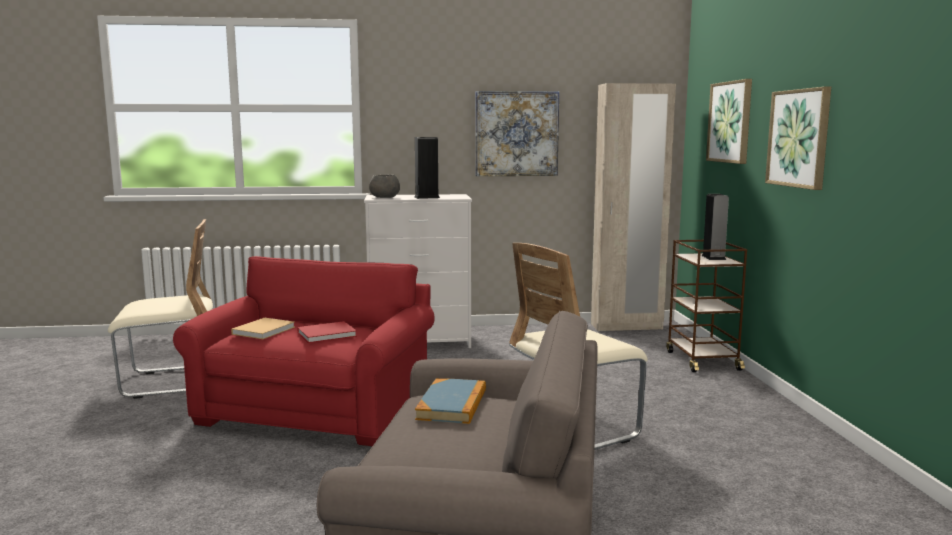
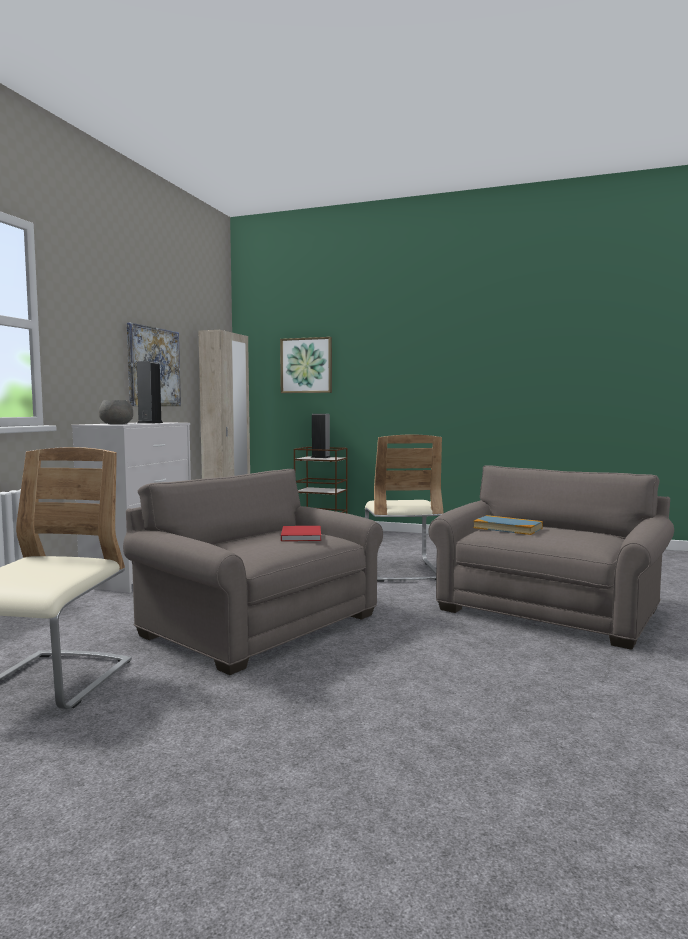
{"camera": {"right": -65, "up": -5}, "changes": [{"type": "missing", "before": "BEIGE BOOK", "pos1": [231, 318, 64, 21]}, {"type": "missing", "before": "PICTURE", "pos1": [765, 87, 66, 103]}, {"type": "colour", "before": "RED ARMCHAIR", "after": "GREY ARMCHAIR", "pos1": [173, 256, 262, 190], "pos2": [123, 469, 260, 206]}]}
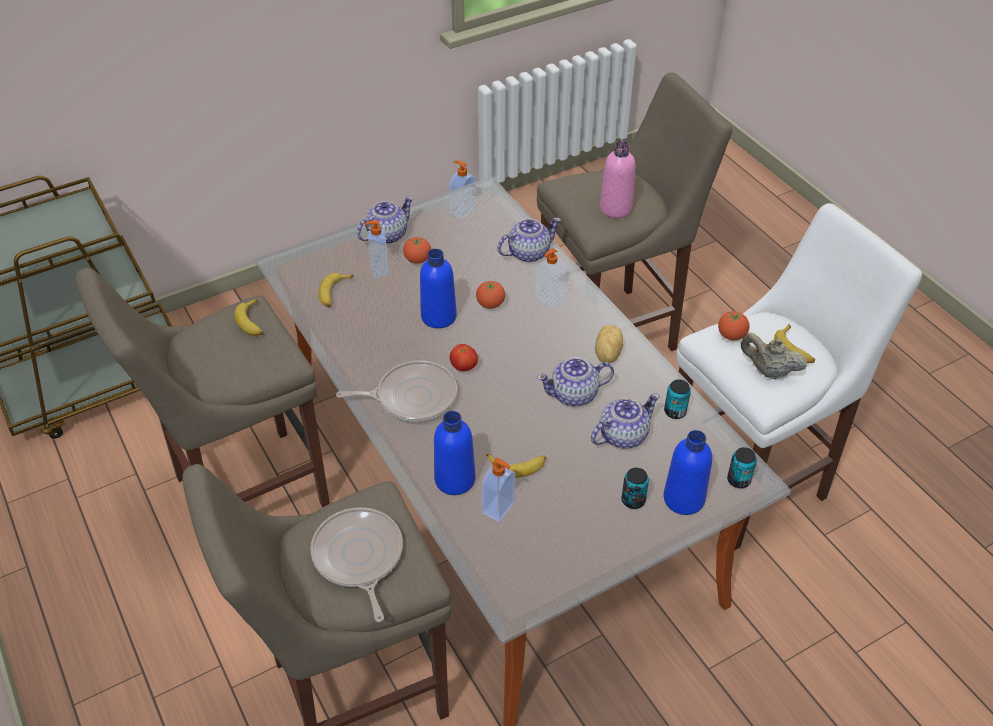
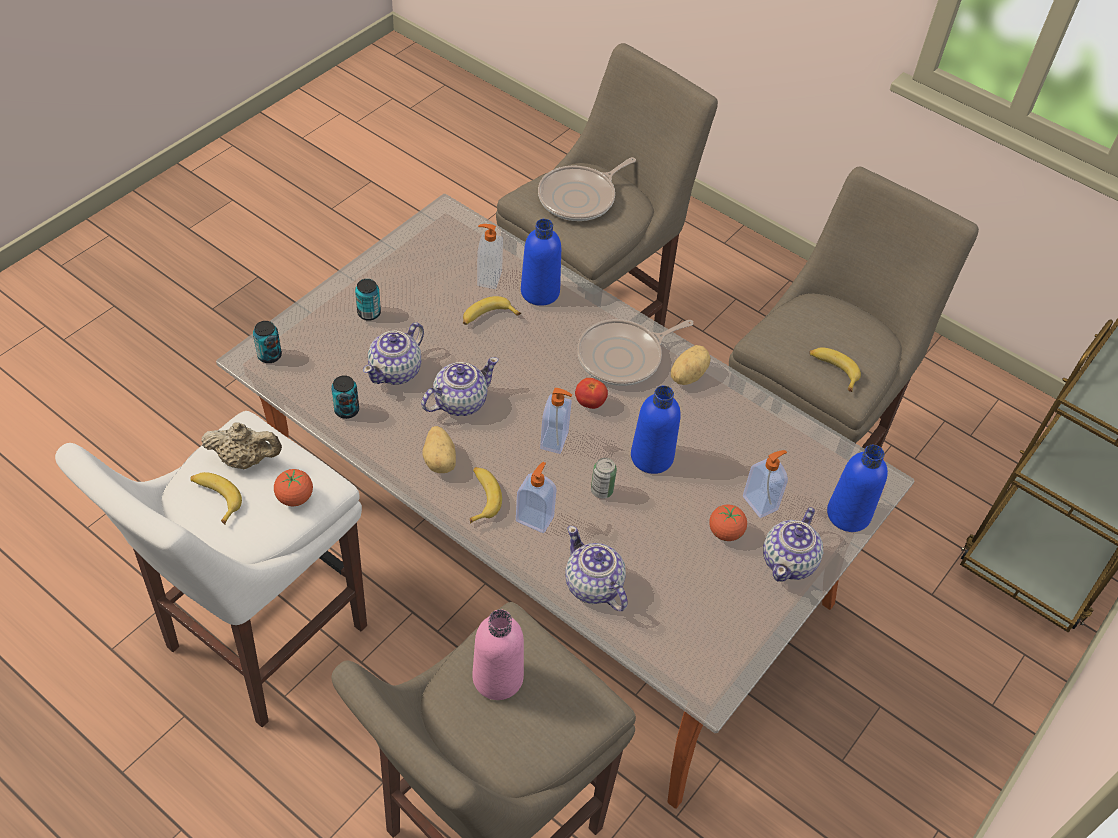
{"camera": {"right": 155, "up": 5}, "changes": [{"type": "appeared", "after": "POTATO", "pos2": [671, 345, 40, 40]}, {"type": "relocated", "before": "BANANA", "pos1": [318, 273, 35, 34], "pos2": [470, 467, 32, 57]}, {"type": "relocated", "before": "SOAP DISPENSER", "pos1": [449, 160, 27, 59], "pos2": [540, 388, 32, 66]}, {"type": "relocated", "before": "BLUE BOTTLE", "pos1": [663, 430, 49, 85], "pos2": [827, 445, 61, 87]}, {"type": "exchanged", "before": "TOMATO", "after": "CAN", "pos1": [476, 281, 29, 28], "pos2": [591, 458, 26, 41]}, {"type": "spun", "before": "FRYING PAN", "pos1": [310, 507, 93, 115], "pos2": [538, 157, 98, 64], "turn": 90}, {"type": "spun", "before": "TEAPOT", "pos1": [498, 217, 63, 45], "pos2": [565, 526, 63, 85], "turn": 105}]}
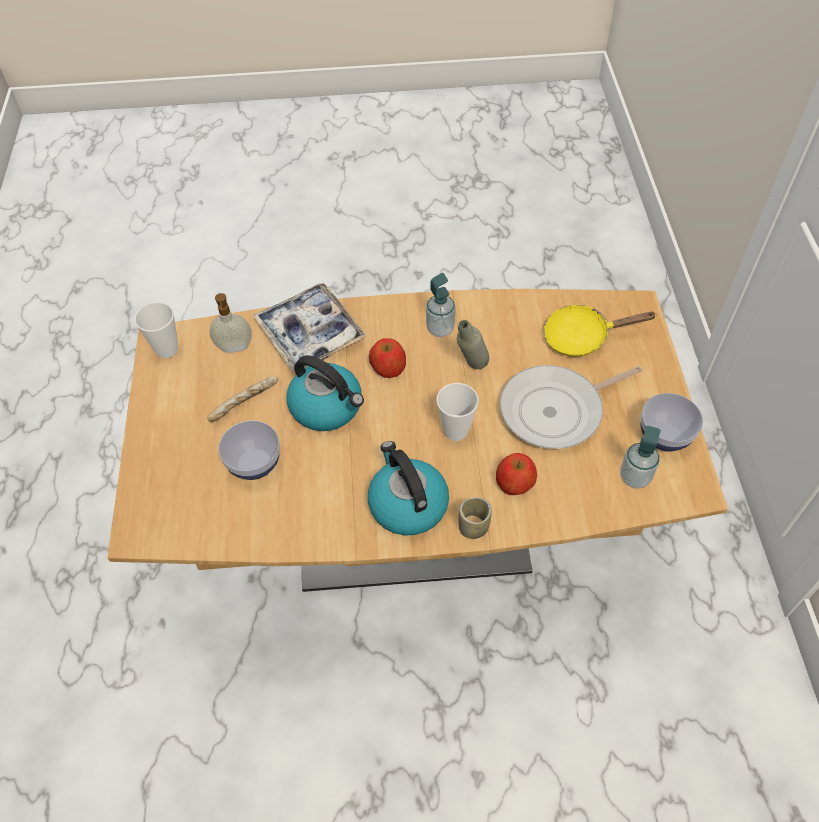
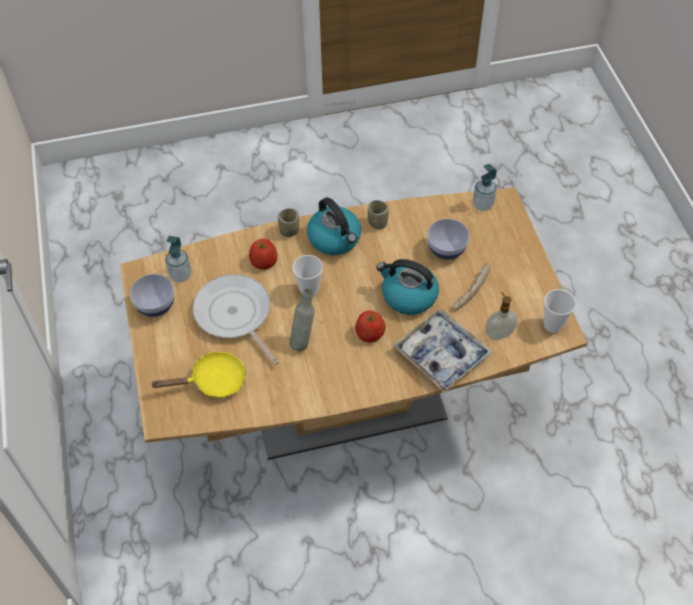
{"camera": {"right": 170, "up": 0}, "changes": [{"type": "appeared", "after": "CUP", "pos2": [368, 200, 21, 29]}, {"type": "relocated", "before": "SOAP DISPENSER", "pos1": [426, 273, 30, 64], "pos2": [473, 164, 24, 47]}, {"type": "spun", "before": "FRYING PAN", "pos1": [500, 365, 142, 84], "pos2": [193, 274, 86, 91], "turn": -90}]}
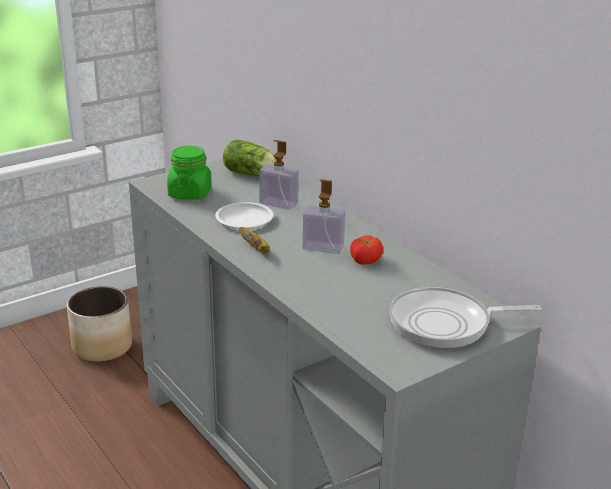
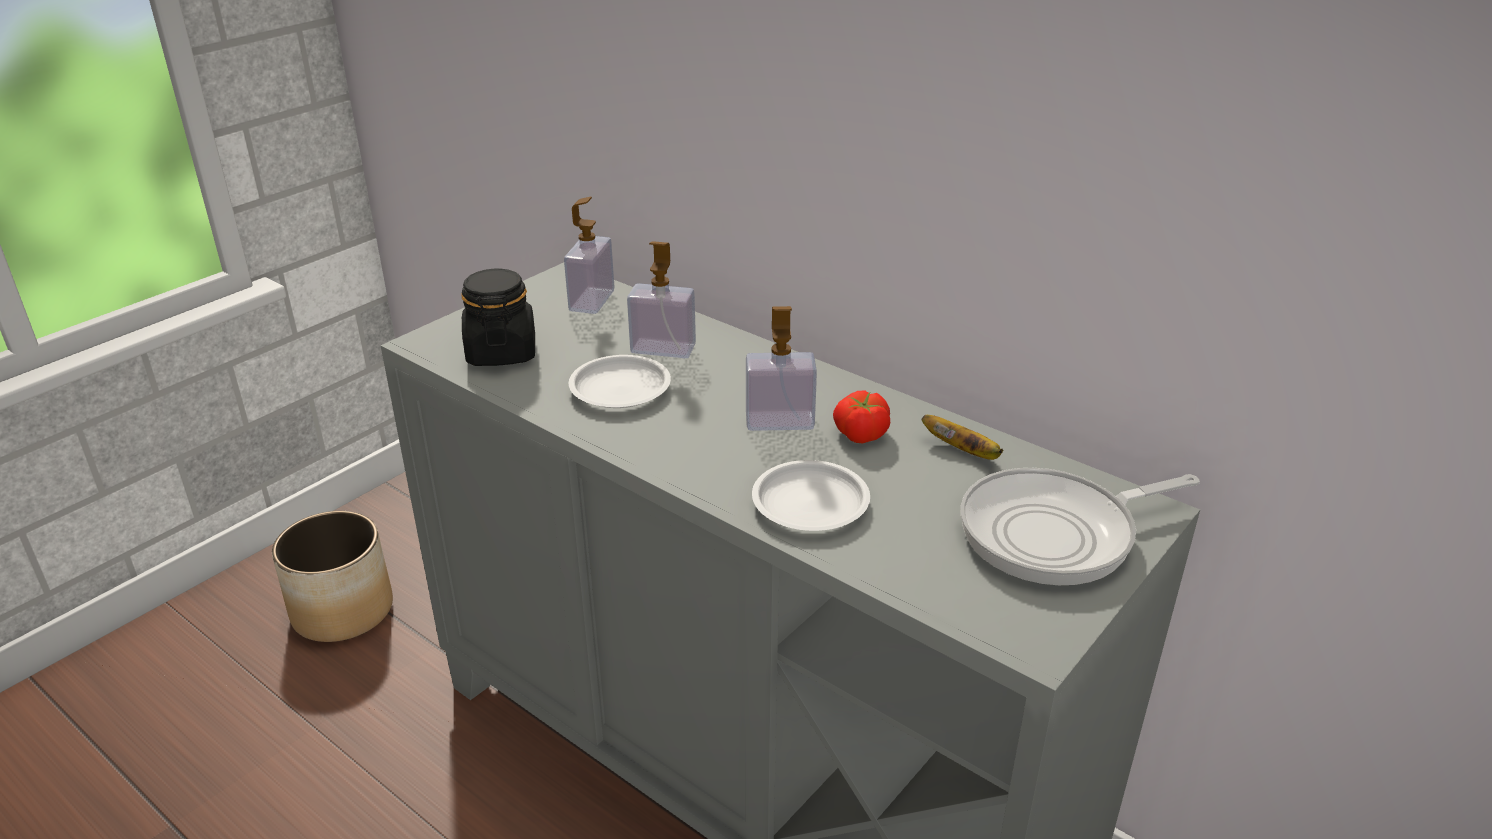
{"camera": {"right": -15, "up": 5}, "changes": [{"type": "appeared", "after": "WHITE PLATE", "pos2": [752, 460, 118, 71]}, {"type": "relocated", "before": "BANANA", "pos1": [239, 227, 31, 27], "pos2": [921, 415, 82, 45]}, {"type": "exchanged", "before": "LETTUCE", "after": "SOAP DISPENSER", "pos1": [223, 139, 53, 37], "pos2": [564, 197, 50, 117]}, {"type": "colour", "before": "GREEN JAR", "after": "BLACK JAR", "pos1": [167, 146, 45, 54], "pos2": [461, 269, 74, 97]}]}
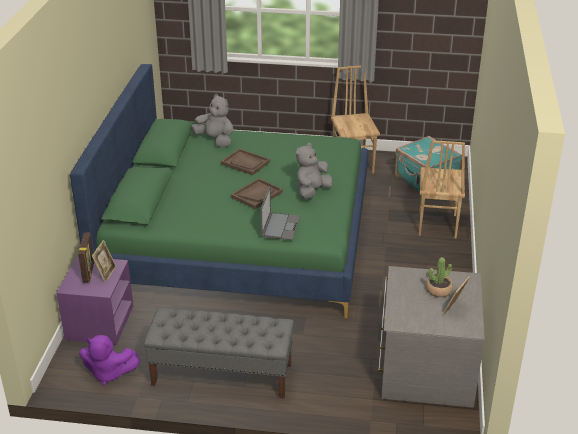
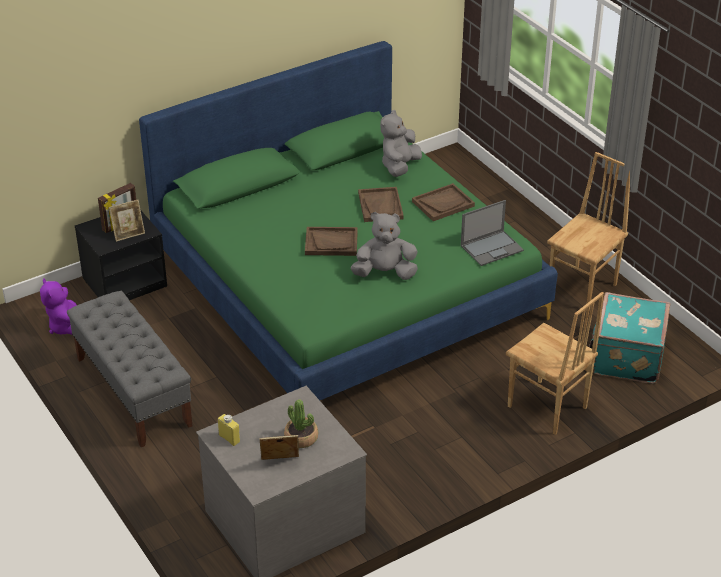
{"camera": {"right": 50, "up": 5}, "changes": [{"type": "appeared", "after": "YELLOW BOTTLE", "pos2": [218, 414, 22, 32]}, {"type": "appeared", "after": "BROWN TRAY", "pos2": [412, 183, 63, 38]}, {"type": "relocated", "before": "LAPTOP", "pos1": [260, 186, 40, 54], "pos2": [461, 200, 63, 66]}, {"type": "colour", "before": "PURPLE NIGHTSTAND", "after": "BLACK NIGHTSTAND", "pos1": [56, 256, 77, 89], "pos2": [75, 211, 92, 89]}, {"type": "spun", "before": "GREY PLUSH TOY", "pos1": [191, 94, 43, 53], "pos2": [380, 110, 42, 67], "turn": -150}, {"type": "spun", "before": "BROWN CHAIR", "pos1": [419, 140, 46, 98], "pos2": [506, 292, 98, 143], "turn": -105}]}
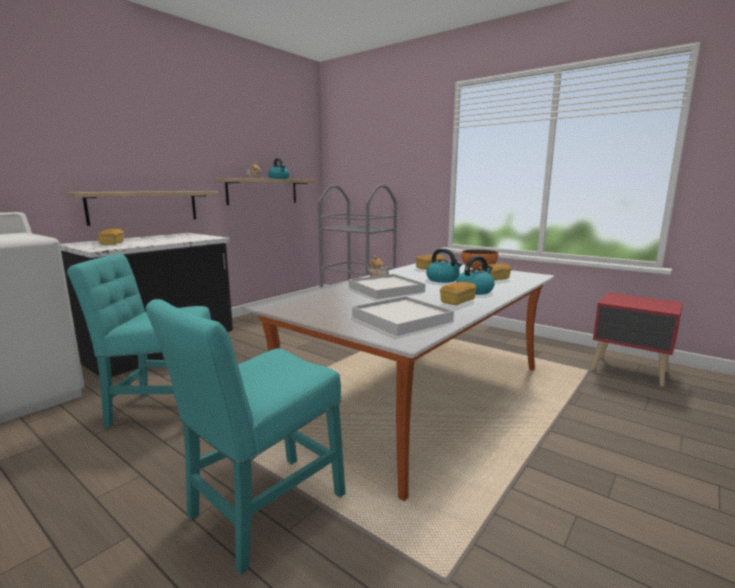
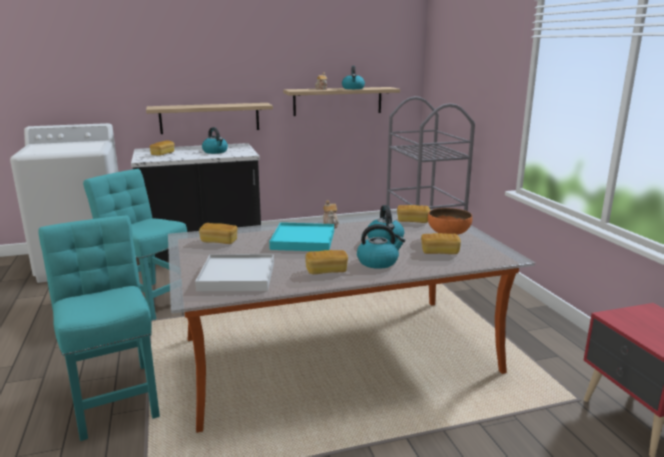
{"camera": {"right": 35, "up": 5}, "changes": [{"type": "appeared", "after": "BREAD", "pos2": [199, 223, 38, 21]}, {"type": "appeared", "after": "KETTLE", "pos2": [202, 127, 26, 27]}, {"type": "colour", "before": "WHITE TRAY", "after": "TURQUOISE TRAY", "pos1": [349, 274, 76, 25], "pos2": [269, 222, 65, 29]}, {"type": "spun", "before": "TURQUOISE CHAIR", "pos1": [146, 299, 200, 275], "pos2": [38, 216, 122, 225], "turn": 75}]}
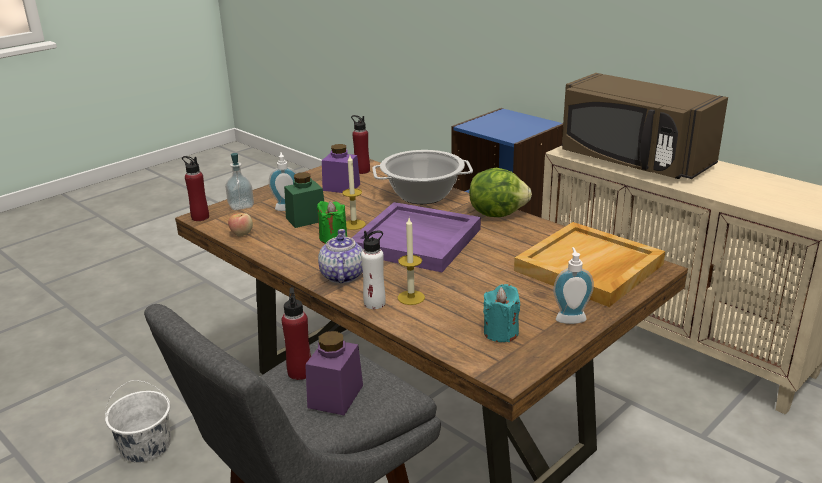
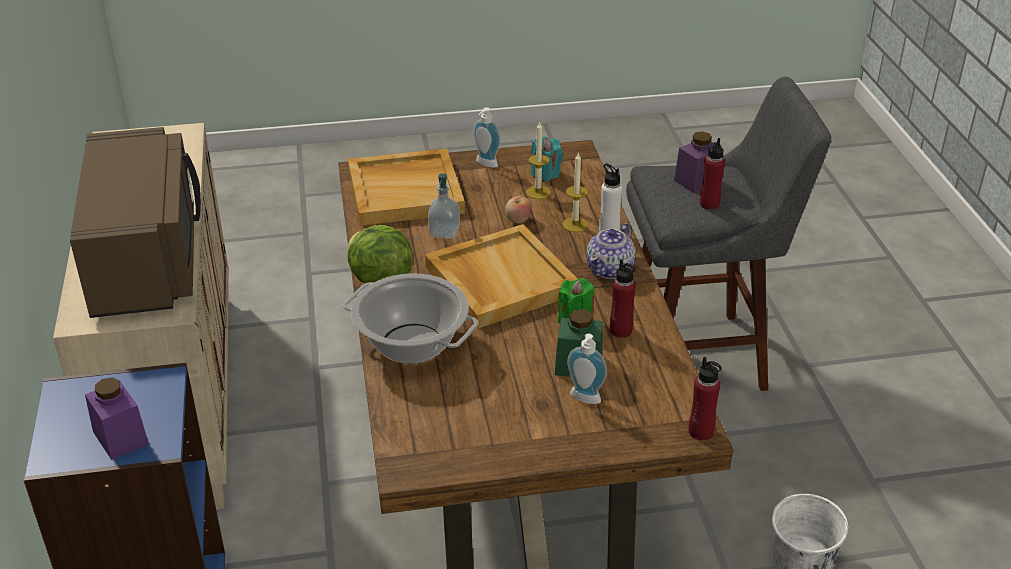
{"camera": {"right": -145, "up": 10}, "changes": [{"type": "relocated", "before": "SOAP DISPENSER", "pos1": [225, 153, 29, 57], "pos2": [428, 173, 32, 66]}, {"type": "relocated", "before": "APPLE", "pos1": [228, 213, 25, 23], "pos2": [505, 196, 27, 28]}, {"type": "relocated", "before": "PURPLE JAR", "pos1": [322, 144, 38, 49], "pos2": [85, 377, 64, 83]}, {"type": "relocated", "before": "CANDLE", "pos1": [342, 156, 24, 74], "pos2": [526, 121, 25, 78]}, {"type": "relocated", "before": "RED BOTTLE", "pos1": [351, 115, 19, 59], "pos2": [610, 259, 26, 79]}, {"type": "colour", "before": "PURPLE TRAY", "after": "BEIGE TRAY", "pos1": [352, 202, 129, 70], "pos2": [425, 224, 153, 104]}]}
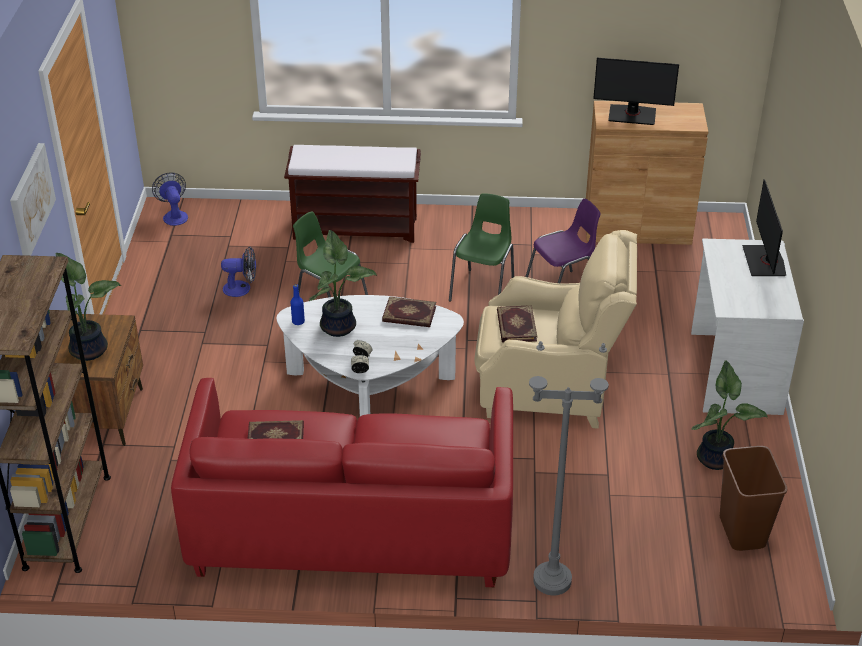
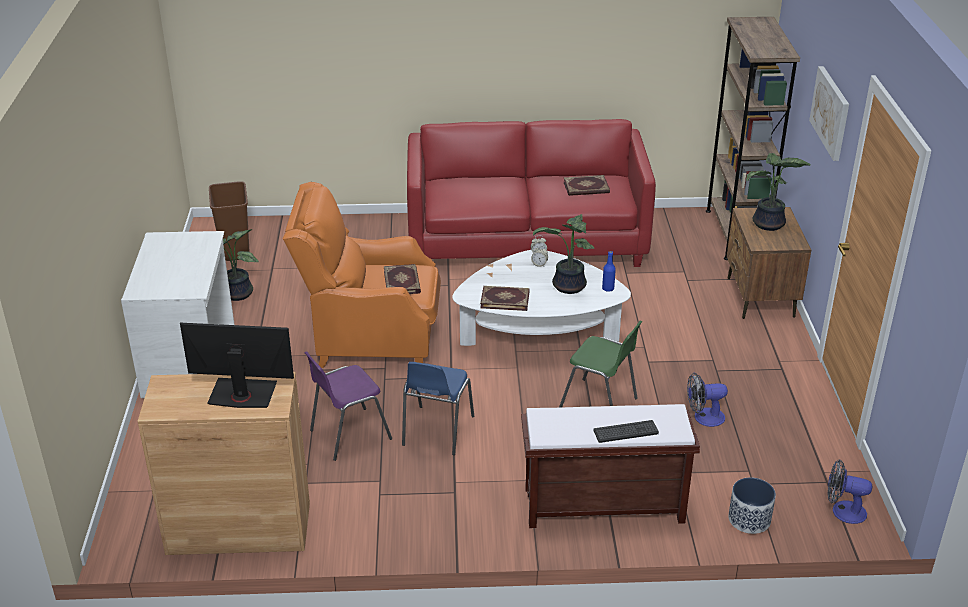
{"camera": {"right": 175, "up": -5}, "changes": [{"type": "missing", "before": "GREY FLOOR LAMP", "pos1": [529, 341, 80, 254]}, {"type": "missing", "before": "MONITOR", "pos1": [742, 179, 44, 97]}, {"type": "appeared", "after": "KEYBOARD", "pos2": [593, 420, 66, 23]}, {"type": "appeared", "after": "PLANTER", "pos2": [728, 477, 48, 57]}, {"type": "colour", "before": "GREEN CHAIR", "after": "BLUE CHAIR", "pos1": [449, 193, 65, 108], "pos2": [402, 362, 72, 93]}, {"type": "colour", "before": "BEIGE ARMCHAIR", "after": "ORANGE ARMCHAIR", "pos1": [474, 230, 163, 199], "pos2": [282, 182, 159, 186]}, {"type": "spun", "before": "FAN", "pos1": [152, 172, 36, 54], "pos2": [827, 459, 45, 65], "turn": 135}]}
